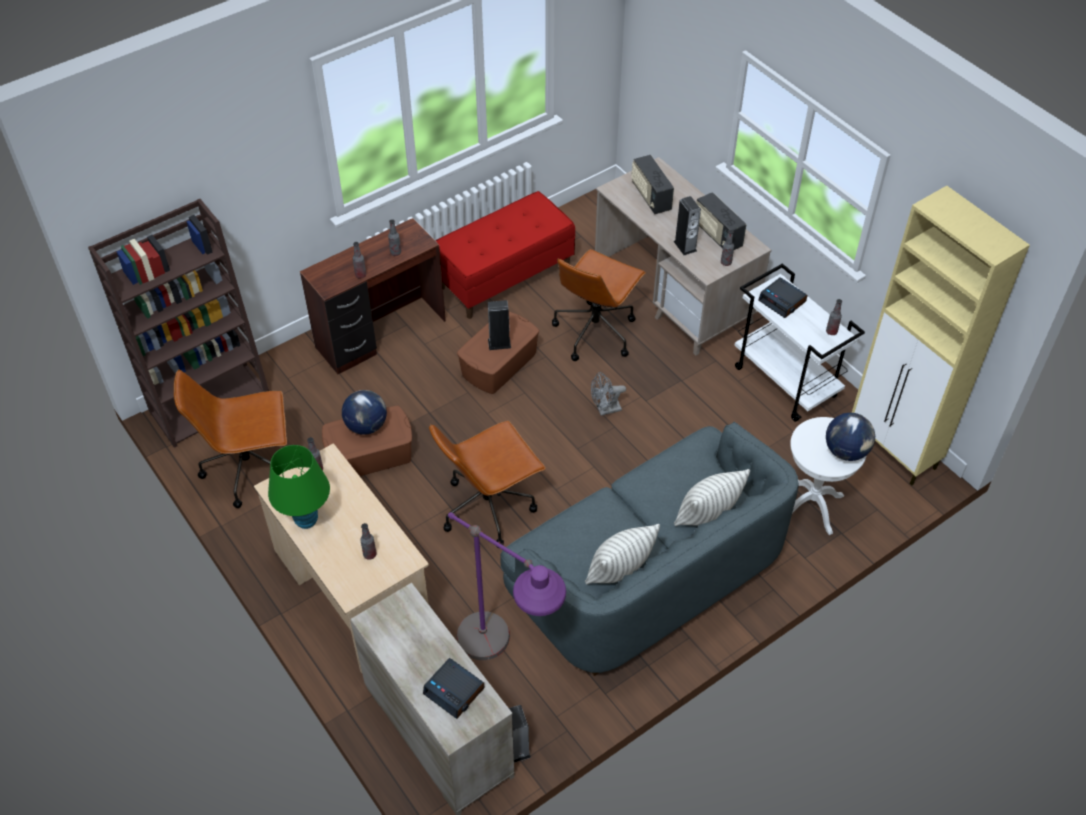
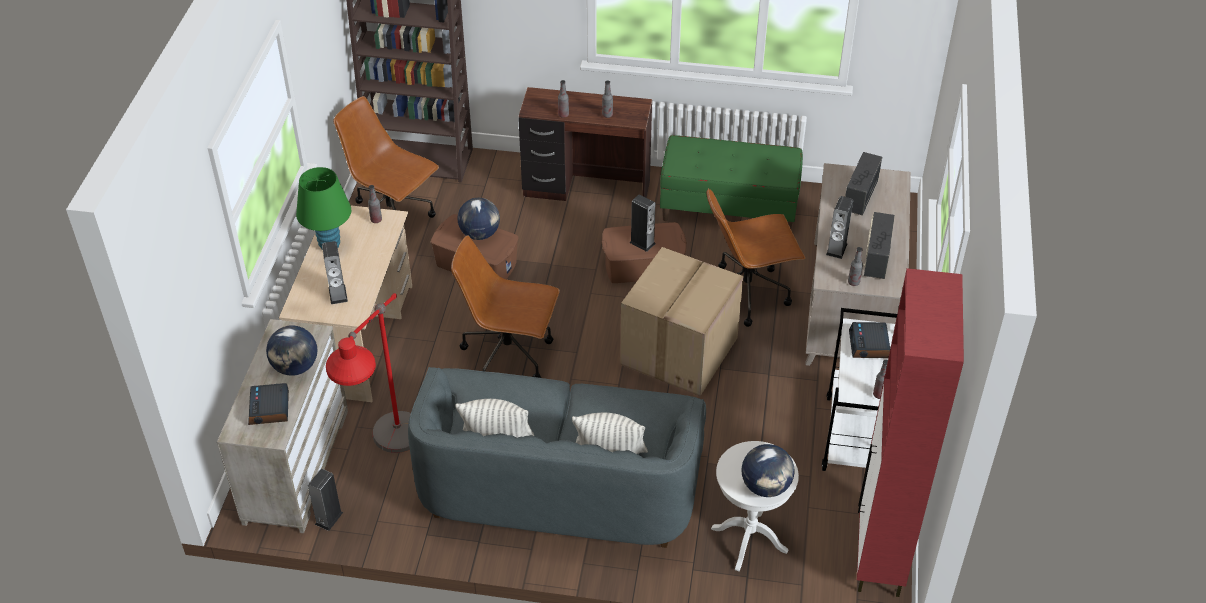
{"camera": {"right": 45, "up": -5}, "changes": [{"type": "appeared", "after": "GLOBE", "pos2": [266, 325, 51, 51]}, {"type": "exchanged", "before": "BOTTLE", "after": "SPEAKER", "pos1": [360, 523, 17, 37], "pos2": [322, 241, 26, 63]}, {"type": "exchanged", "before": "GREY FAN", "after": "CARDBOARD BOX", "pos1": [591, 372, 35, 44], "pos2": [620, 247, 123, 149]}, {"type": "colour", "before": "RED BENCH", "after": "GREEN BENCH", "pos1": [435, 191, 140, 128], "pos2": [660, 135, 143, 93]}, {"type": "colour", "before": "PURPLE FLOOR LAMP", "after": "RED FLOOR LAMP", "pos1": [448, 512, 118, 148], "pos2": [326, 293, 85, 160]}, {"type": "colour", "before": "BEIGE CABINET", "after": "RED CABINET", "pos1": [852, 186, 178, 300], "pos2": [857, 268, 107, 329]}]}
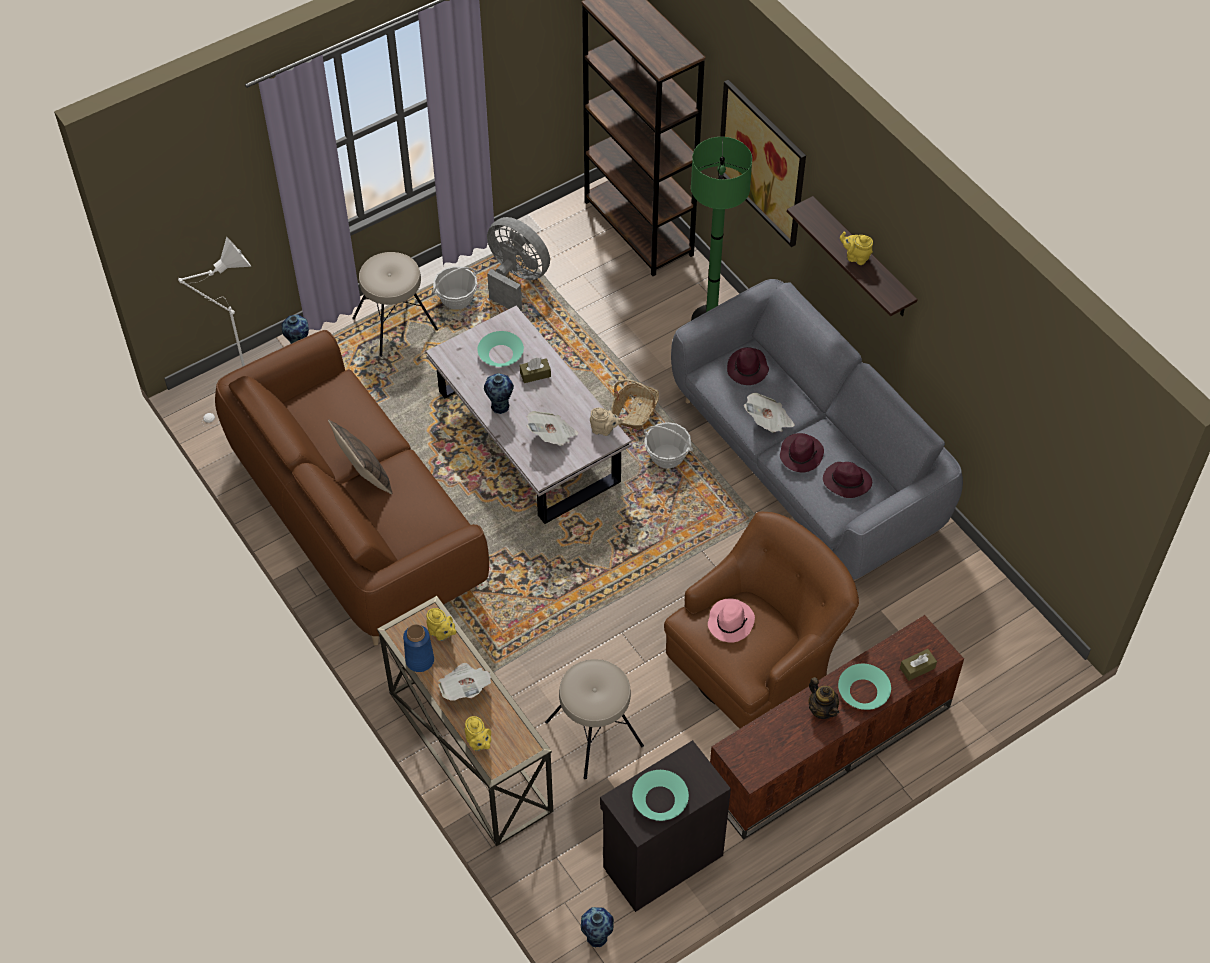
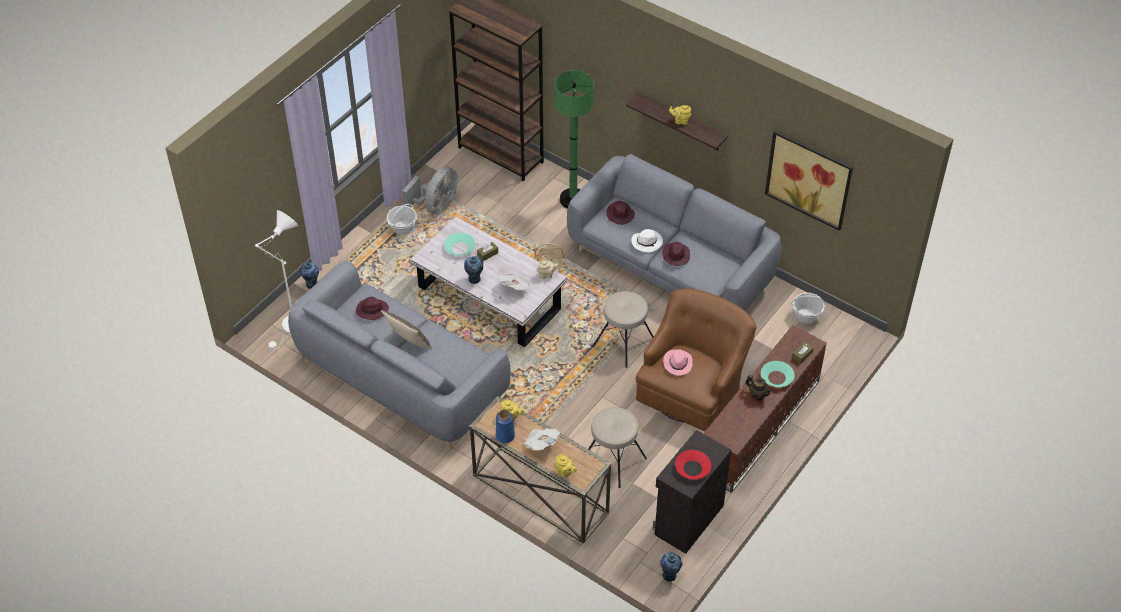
{"camera": {"right": -20, "up": -5}, "changes": [{"type": "relocated", "before": "BEIGE STOOL", "pos1": [352, 252, 86, 105], "pos2": [592, 291, 62, 77]}, {"type": "relocated", "before": "BASKET", "pos1": [643, 422, 50, 47], "pos2": [790, 293, 37, 31]}, {"type": "relocated", "before": "PICTURE", "pos1": [720, 80, 86, 167], "pos2": [765, 130, 88, 101]}, {"type": "relocated", "before": "PURPLE HAT", "pos1": [823, 462, 49, 36], "pos2": [356, 297, 33, 23]}, {"type": "exchanged", "before": "NEWSPAPER", "after": "WHITE HAT", "pos1": [744, 393, 51, 40], "pos2": [631, 229, 32, 23]}, {"type": "colour", "before": "BROWN SOFA", "after": "GREY SOFA", "pos1": [215, 330, 274, 316], "pos2": [288, 261, 223, 189]}, {"type": "colour", "before": "TURQUOISE BOWL", "after": "RED BOWL", "pos1": [632, 770, 57, 51], "pos2": [675, 450, 36, 30]}, {"type": "spun", "before": "GREY FAN", "pos1": [487, 217, 63, 93], "pos2": [402, 167, 56, 47], "turn": 105}]}
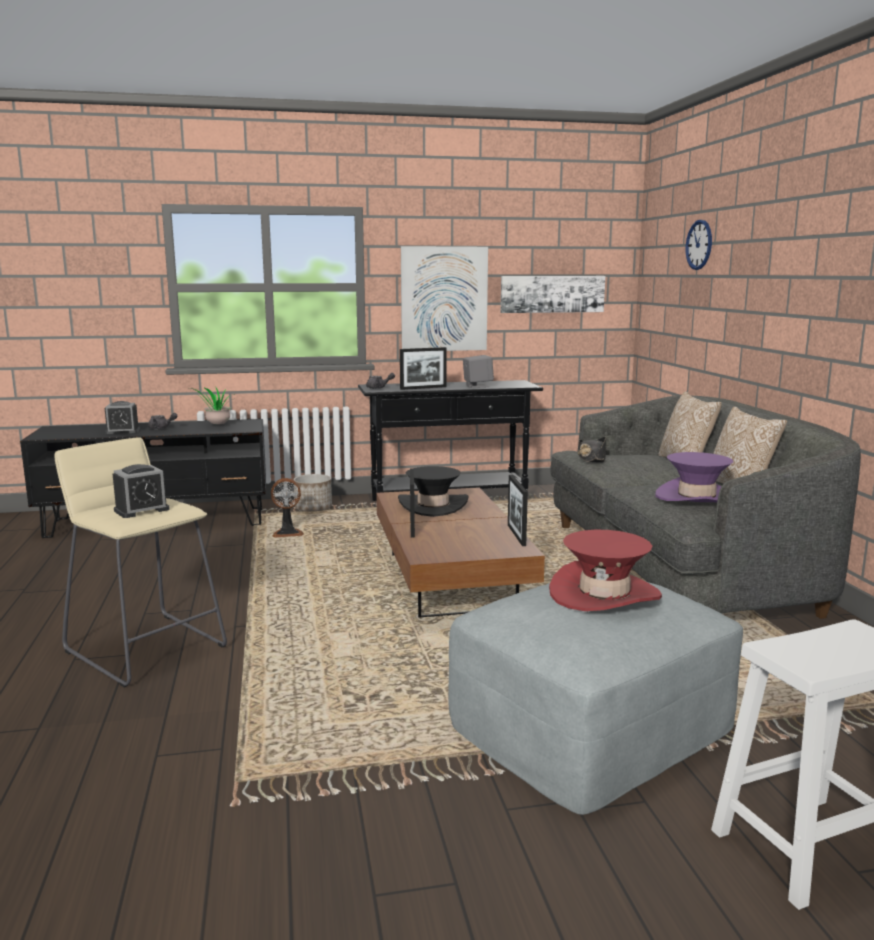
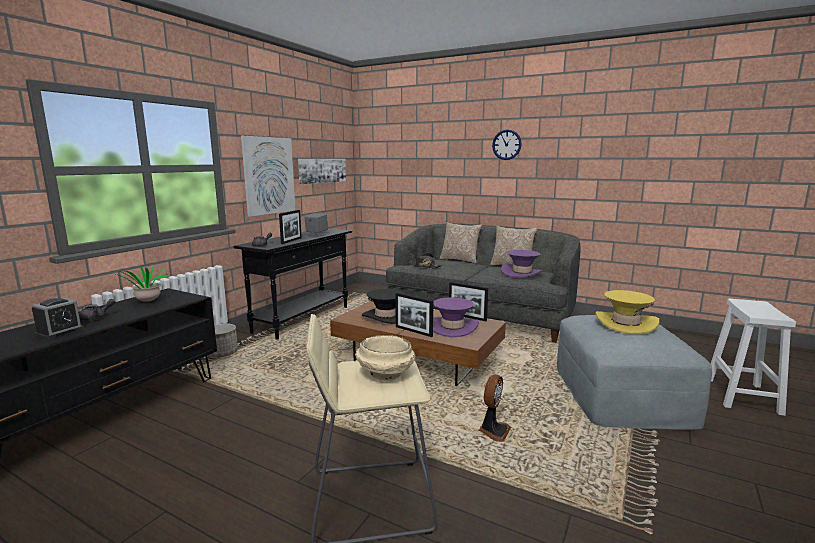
{"camera": {"right": -50, "up": 0}, "changes": [{"type": "appeared", "after": "PURPLE HAT", "pos2": [433, 297, 46, 40]}, {"type": "relocated", "before": "FAN", "pos1": [271, 478, 33, 59], "pos2": [479, 375, 32, 67]}, {"type": "relocated", "before": "WALL CLOCK", "pos1": [686, 220, 26, 50], "pos2": [492, 129, 30, 31]}, {"type": "exchanged", "before": "ALARM CLOCK", "after": "BEIGE BOWL", "pos1": [113, 464, 56, 54], "pos2": [355, 335, 60, 46]}, {"type": "colour", "before": "RED HAT", "after": "YELLOW HAT", "pos1": [549, 530, 113, 81], "pos2": [596, 290, 63, 44]}]}
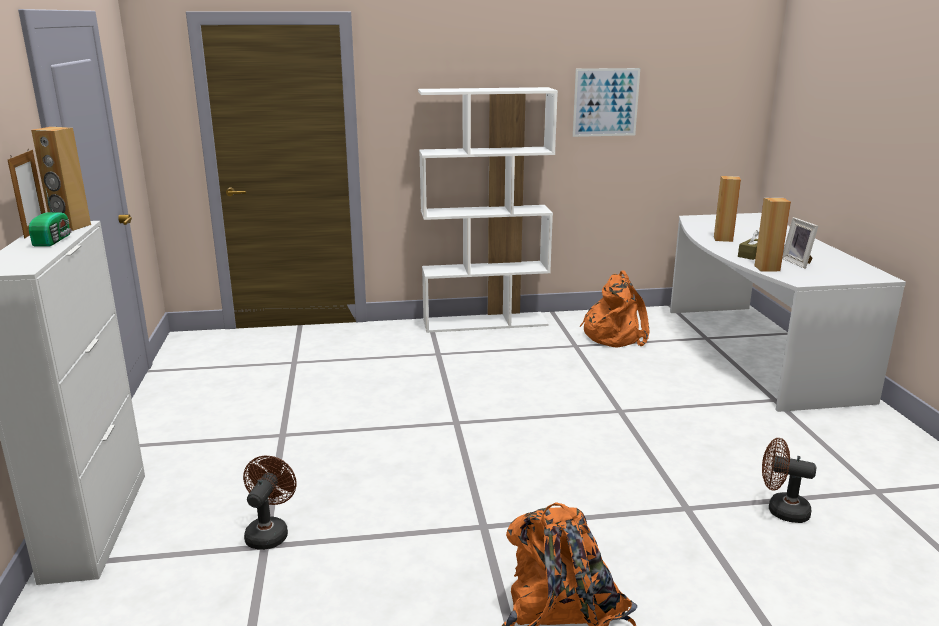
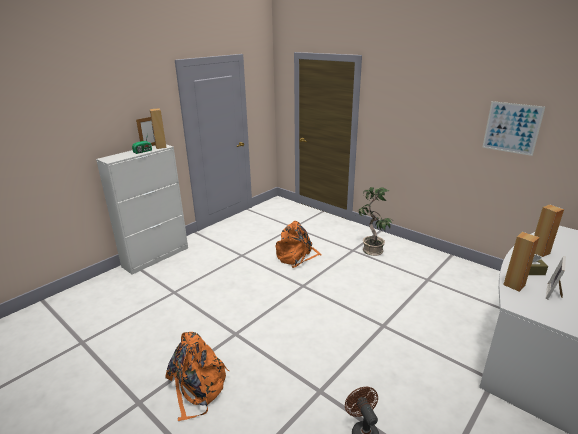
{"camera": {"right": 50, "up": 5}, "changes": [{"type": "missing", "before": "BROWN FAN", "pos1": [243, 456, 54, 94]}, {"type": "missing", "before": "WHITE BOOKCASE", "pos1": [418, 87, 140, 246]}, {"type": "appeared", "after": "POTTED PLANT", "pos2": [359, 187, 33, 69]}, {"type": "relocated", "before": "ORANGE BACKPACK", "pos1": [580, 270, 69, 78], "pos2": [276, 221, 46, 47]}]}
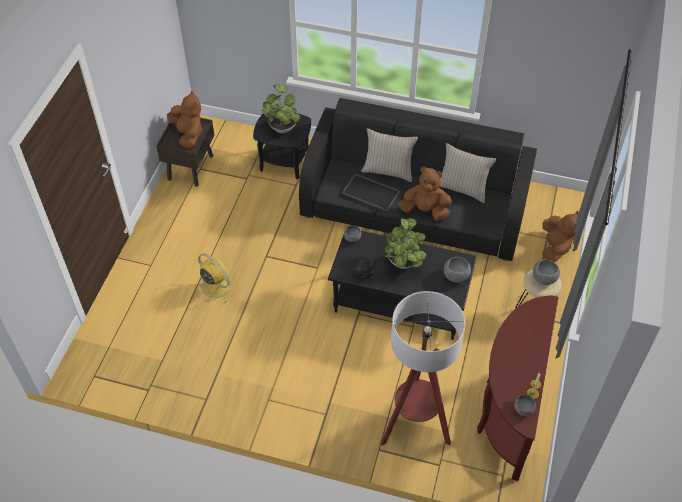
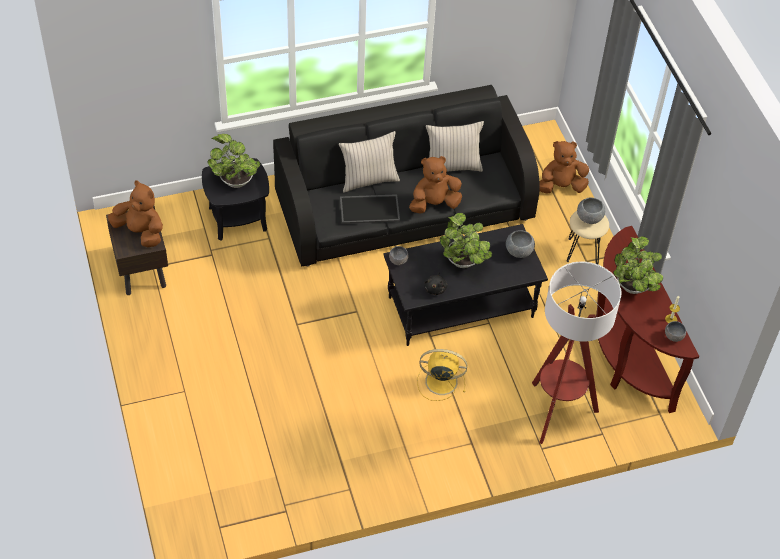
{"camera": {"right": -35, "up": 0}, "changes": [{"type": "appeared", "after": "POTTED PLANT", "pos2": [613, 236, 50, 58]}, {"type": "relocated", "before": "YELLOW FAN", "pos1": [195, 254, 42, 49], "pos2": [417, 349, 51, 52]}, {"type": "spun", "before": "BROWN PLUSH TOY", "pos1": [542, 211, 37, 51], "pos2": [539, 141, 50, 53], "turn": -75}]}
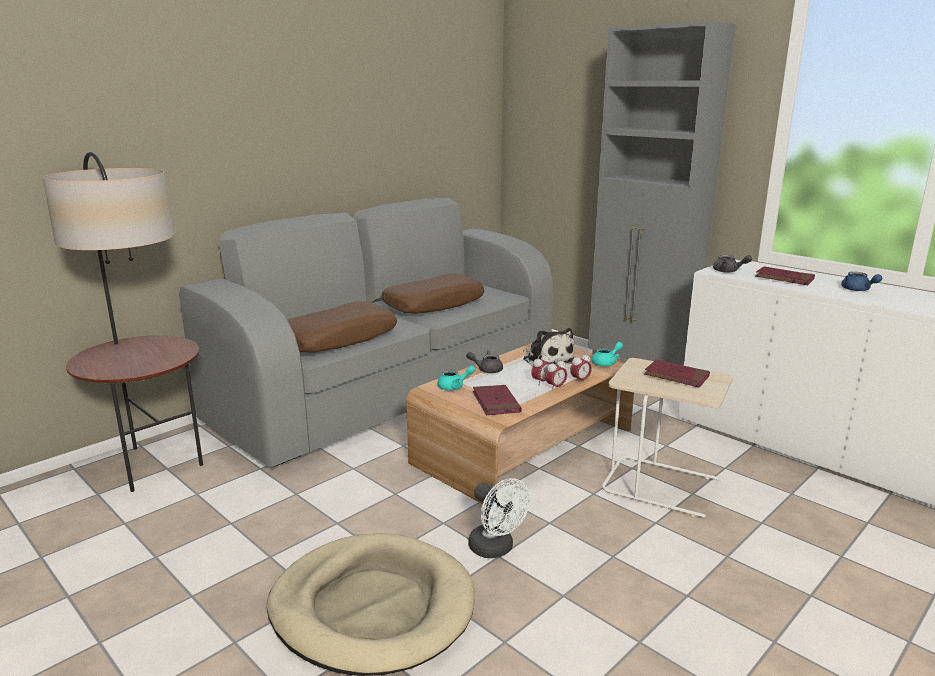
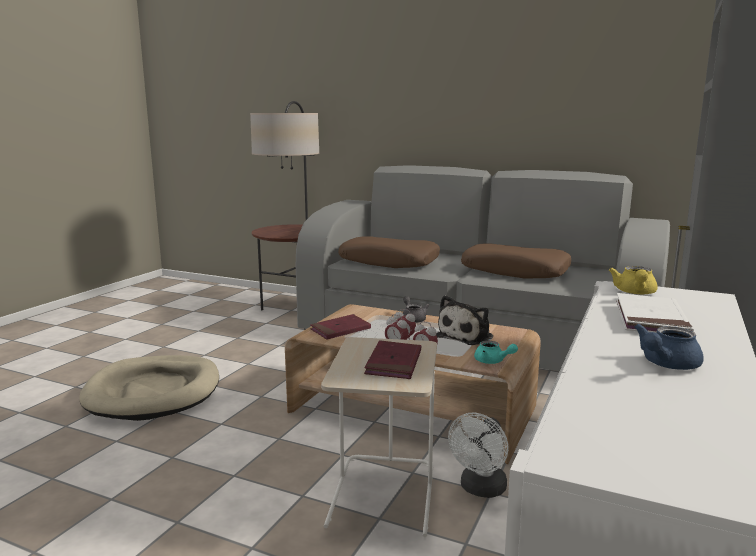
{"camera": {"right": 70, "up": -5}, "changes": [{"type": "missing", "before": "TURQUOISE TEAPOT", "pos1": [438, 365, 38, 25]}, {"type": "relocated", "before": "WHITE FAN", "pos1": [468, 478, 62, 80], "pos2": [448, 413, 61, 85]}, {"type": "colour", "before": "GREY TEAPOT", "after": "YELLOW TEAPOT", "pos1": [713, 255, 39, 17], "pos2": [609, 266, 49, 29]}, {"type": "colour", "before": "RED BOOK", "after": "WHITE BOOK", "pos1": [755, 266, 60, 19], "pos2": [616, 293, 78, 40]}]}
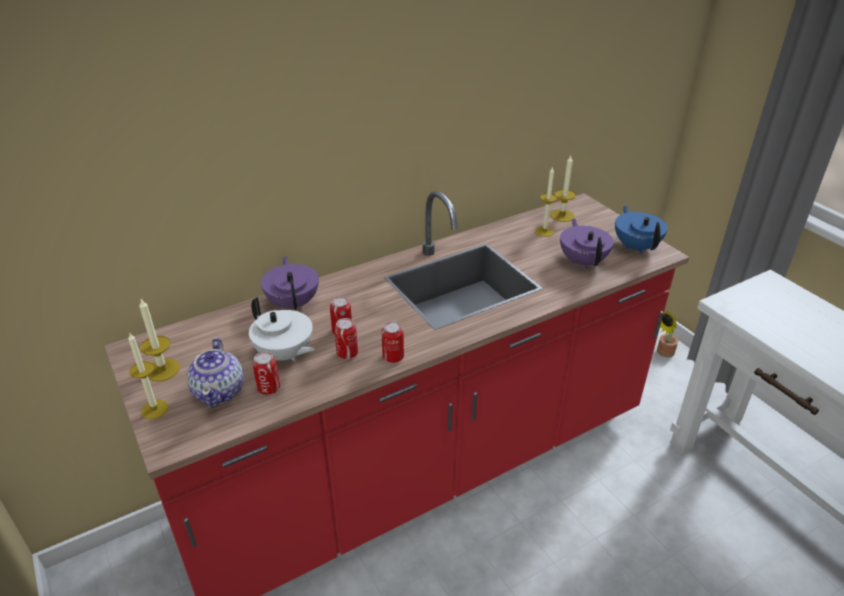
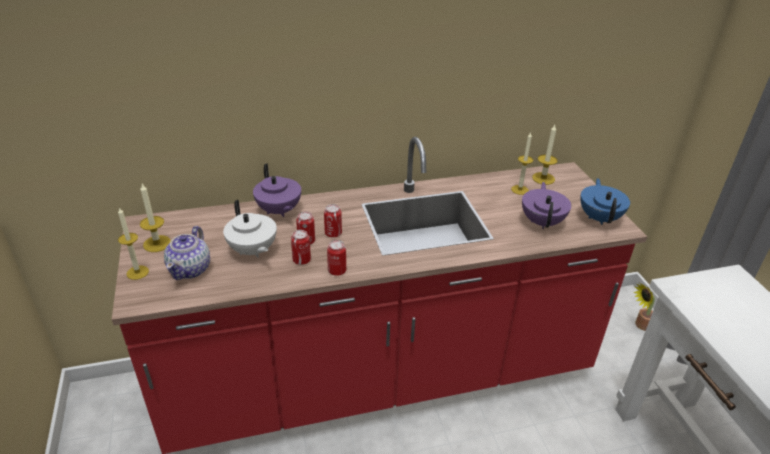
{"camera": {"right": 15, "up": 0}, "changes": [{"type": "relocated", "before": "CAN", "pos1": [253, 351, 27, 44], "pos2": [324, 204, 18, 34]}, {"type": "spun", "before": "PURPLE TEAPOT", "pos1": [261, 256, 58, 55], "pos2": [253, 163, 48, 54], "turn": 150}]}
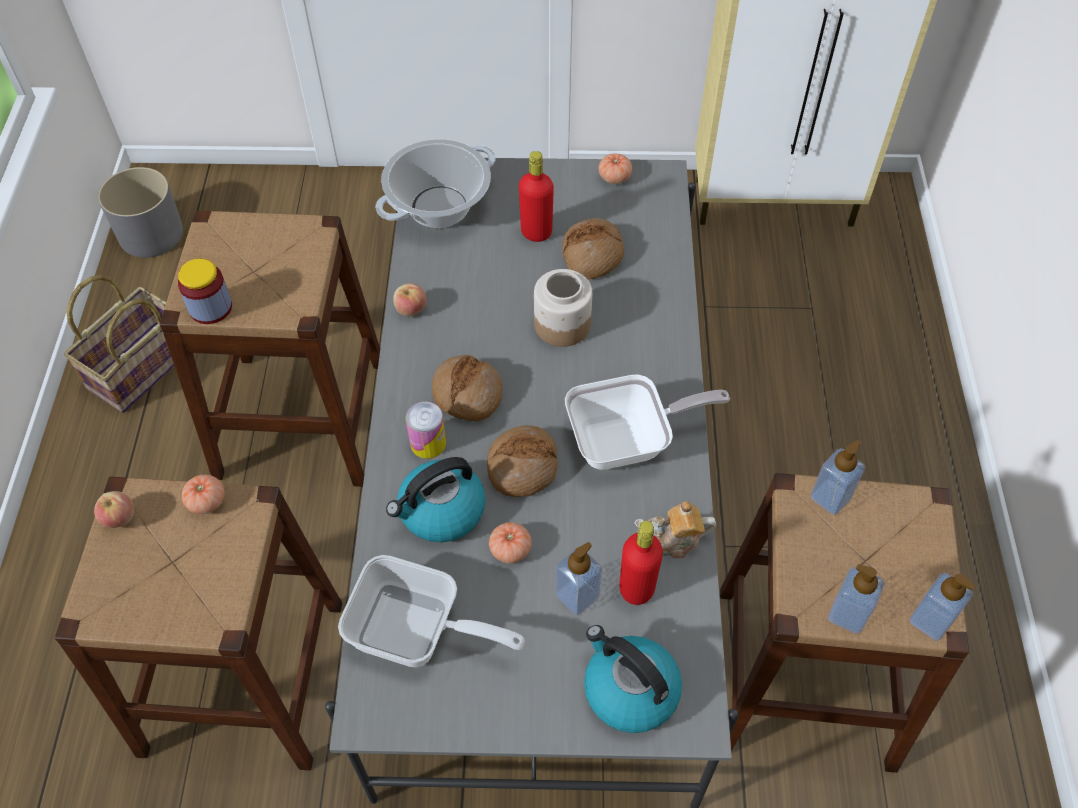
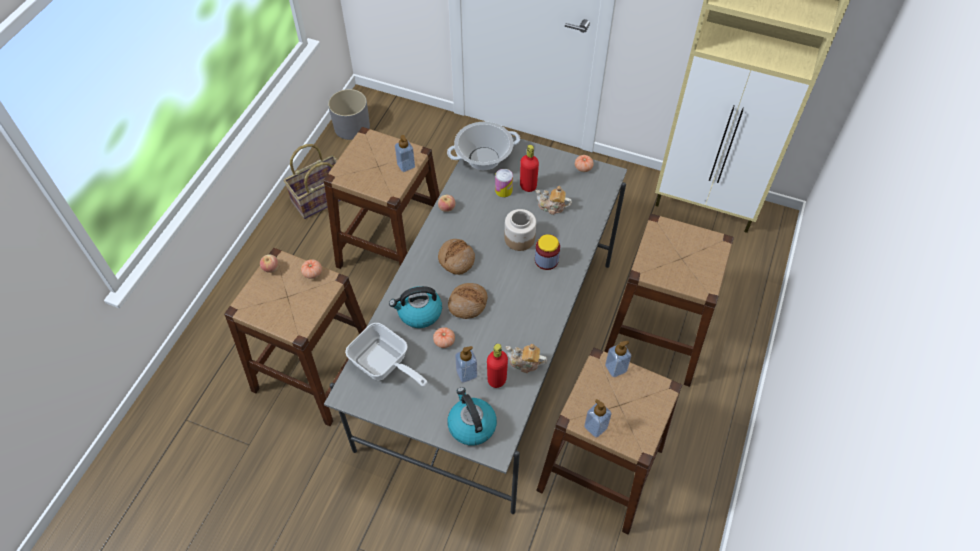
{"camera": {"right": 20, "up": 0}, "changes": [{"type": "missing", "before": "FRYING PAN", "pos1": [565, 374, 165, 96]}, {"type": "appeared", "after": "BROWN STOOL", "pos2": [605, 214, 129, 173]}, {"type": "relocated", "before": "JAR", "pos1": [178, 258, 54, 66], "pos2": [535, 234, 25, 36]}, {"type": "relocated", "before": "CAN", "pos1": [406, 402, 40, 57], "pos2": [495, 169, 18, 28]}, {"type": "relocated", "before": "SOAP DISPENSER", "pos1": [909, 573, 66, 68], "pos2": [395, 135, 20, 37]}, {"type": "exchanged", "before": "BREAD", "after": "TEAPOT", "pos1": [562, 218, 63, 61], "pos2": [535, 186, 37, 29]}]}
